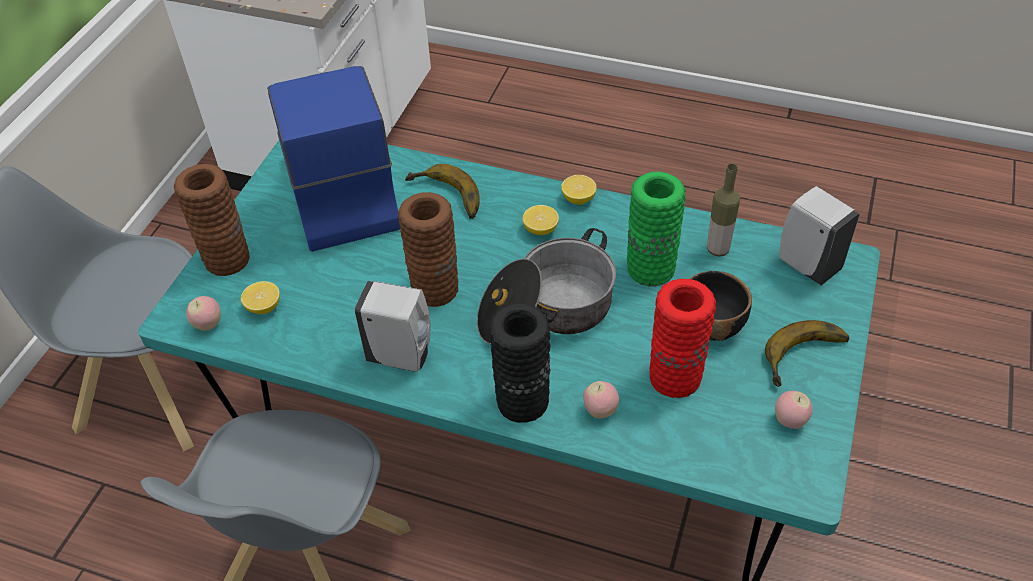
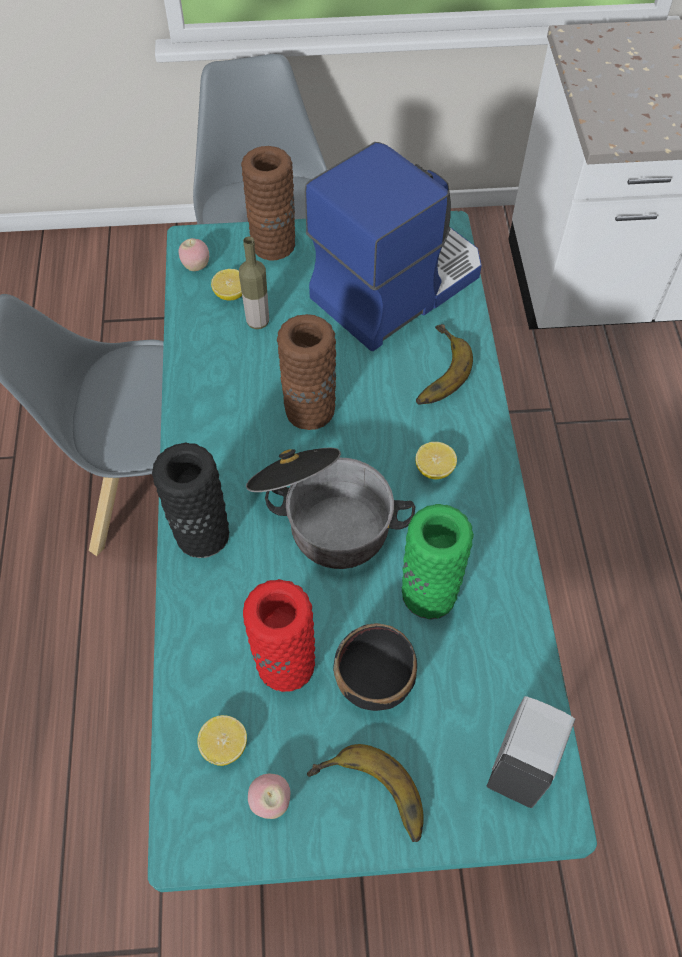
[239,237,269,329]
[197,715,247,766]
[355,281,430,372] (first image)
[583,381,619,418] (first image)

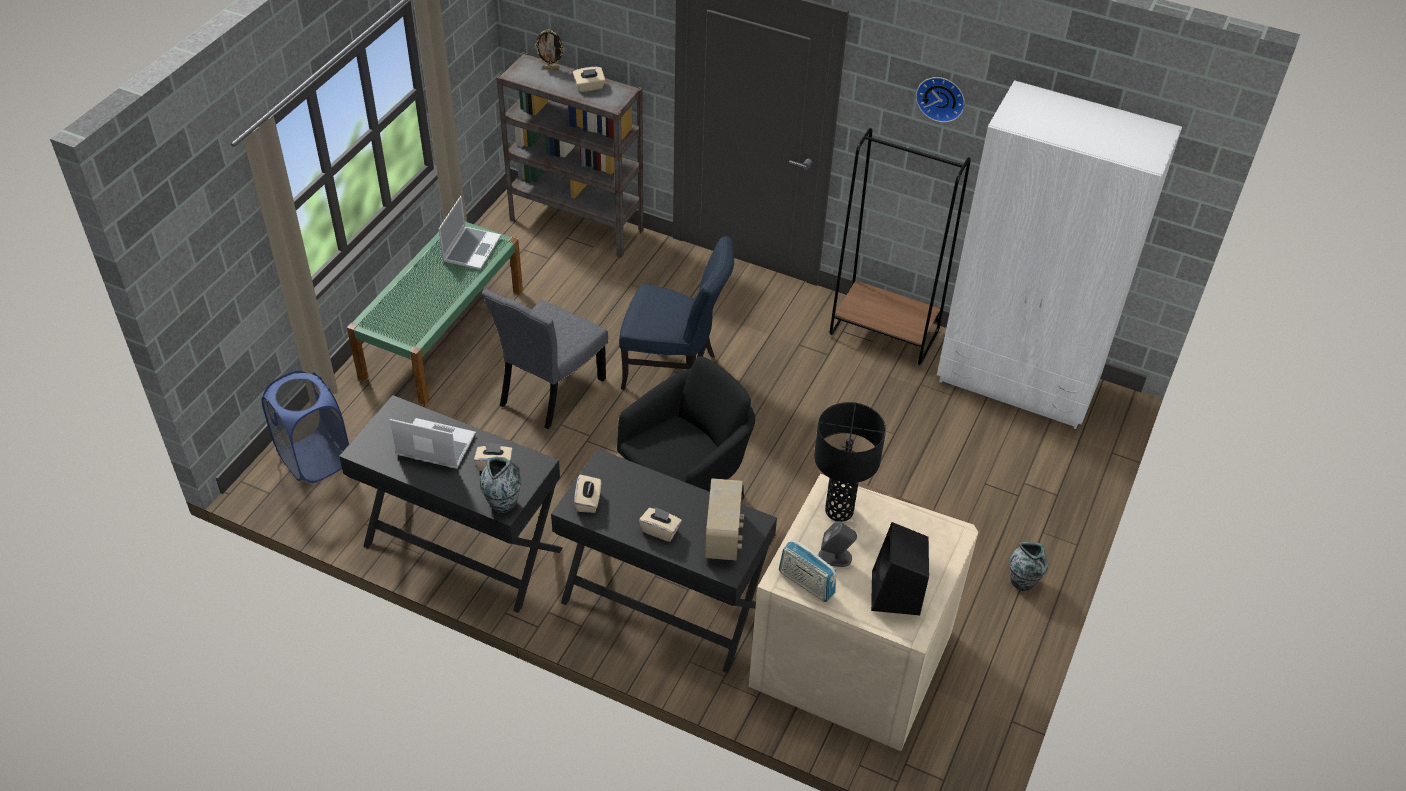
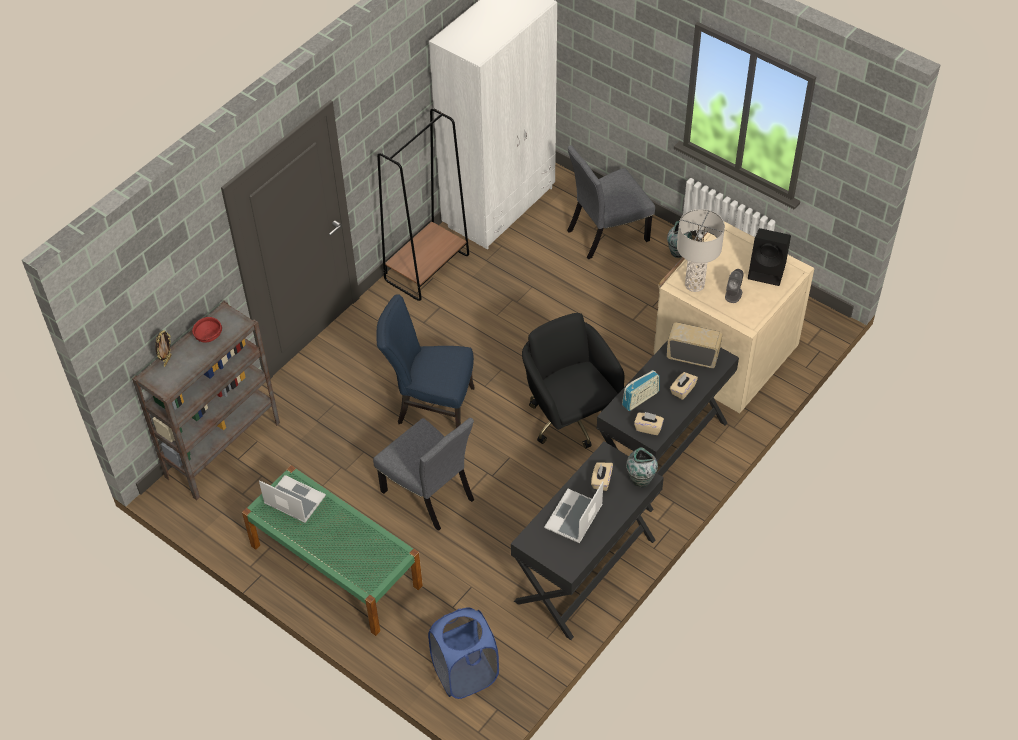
[192,317,222,343]
[916,77,965,123] (first image)
[376,294,475,428]
[677,209,725,292]
[622,370,660,411]
[567,145,655,259]

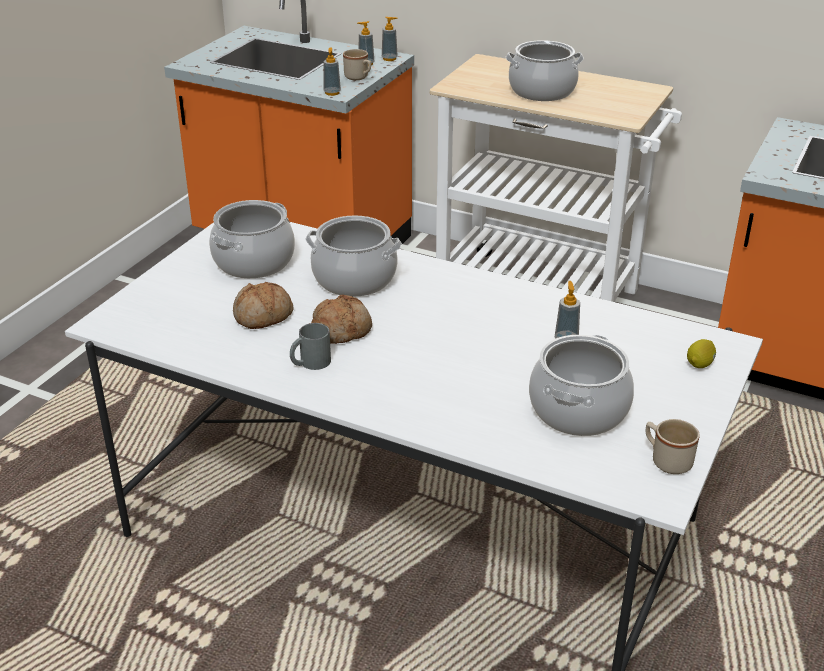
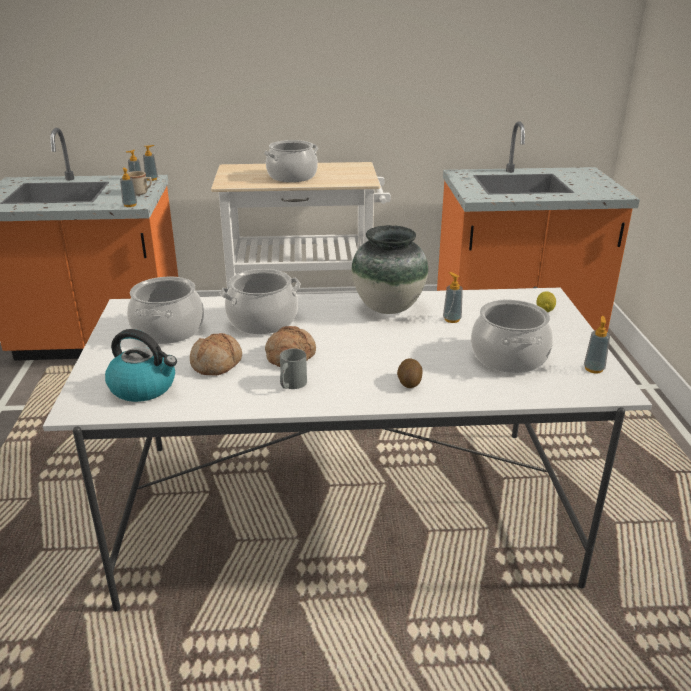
[584,316,610,373]
[352,225,428,314]
[105,329,177,402]
[397,358,423,388]

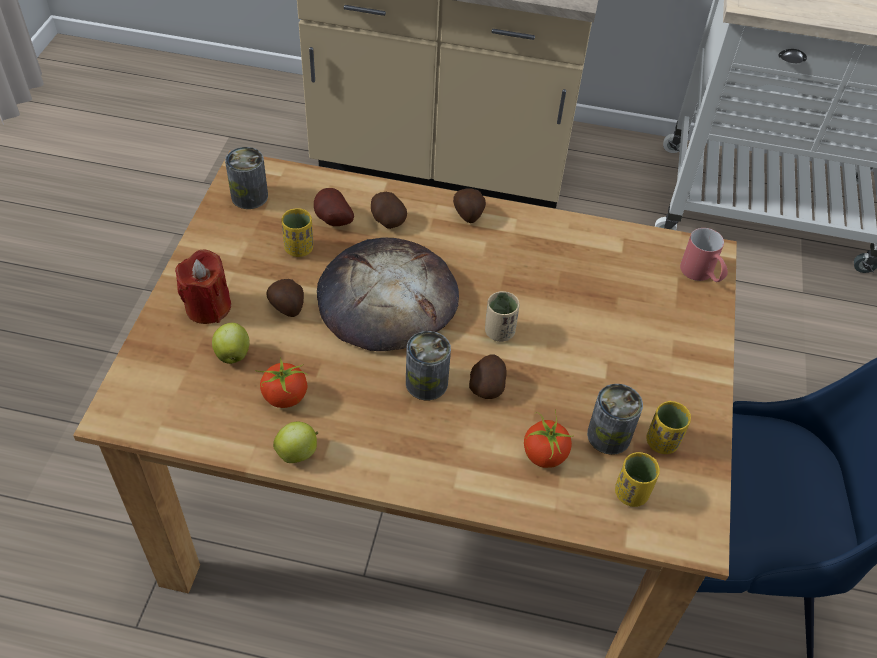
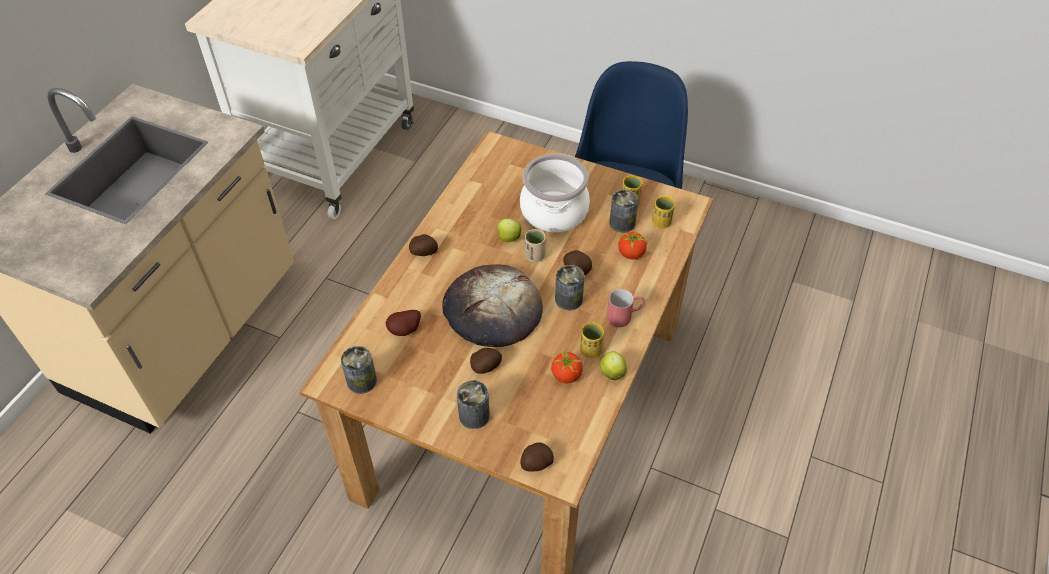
[520,442,554,472]
[580,322,604,358]
[607,289,645,327]
[457,380,490,429]
[495,219,522,242]
[520,154,590,232]

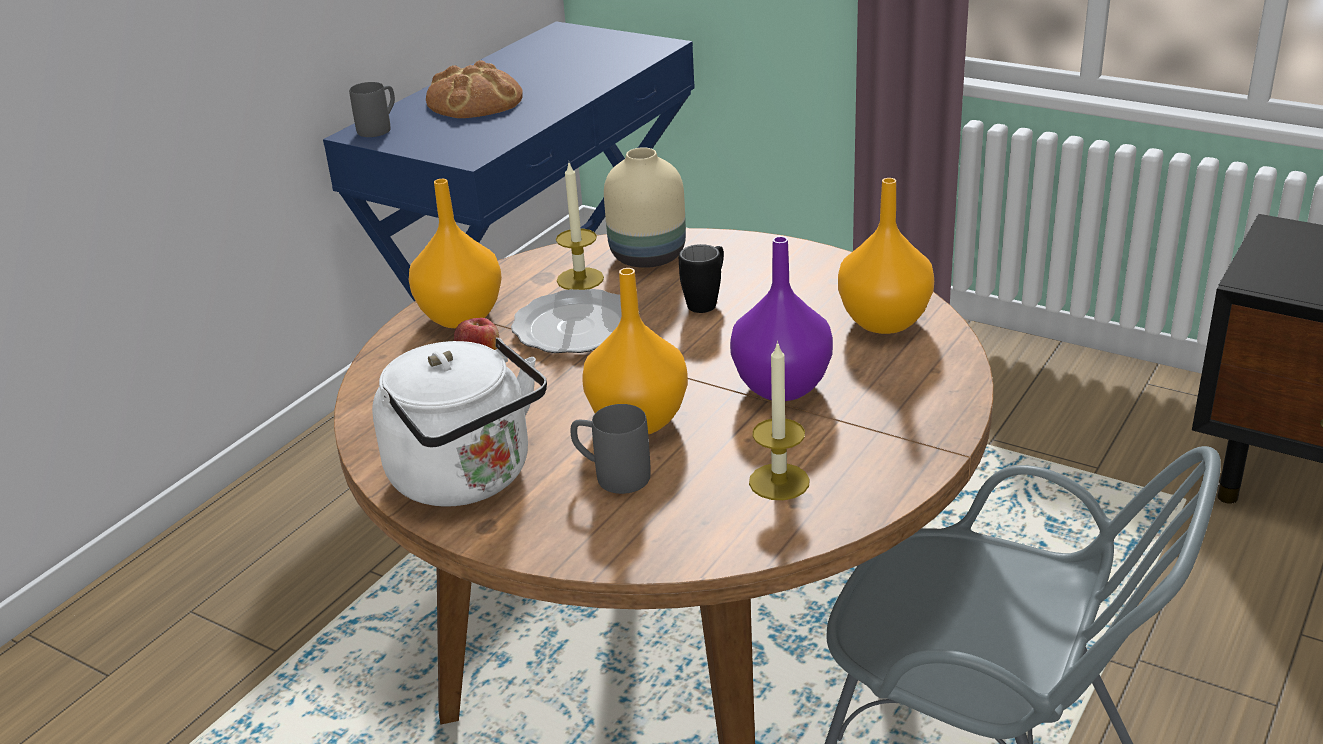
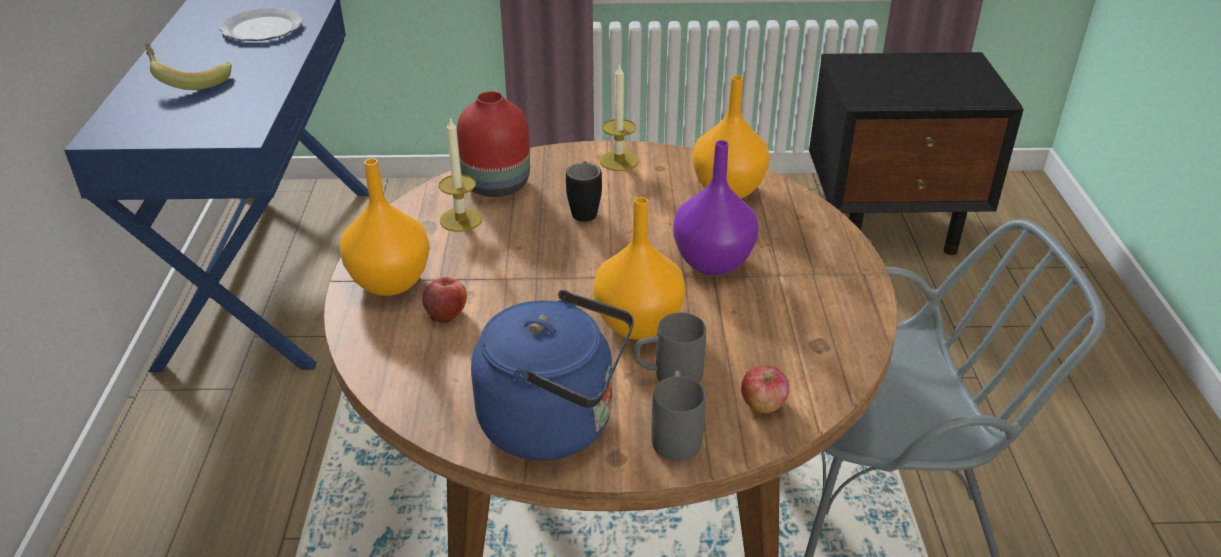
[145,44,232,90]
[651,371,705,461]
[457,91,530,197]
[219,8,303,41]
[471,290,634,460]
[600,63,638,171]
[741,365,789,413]

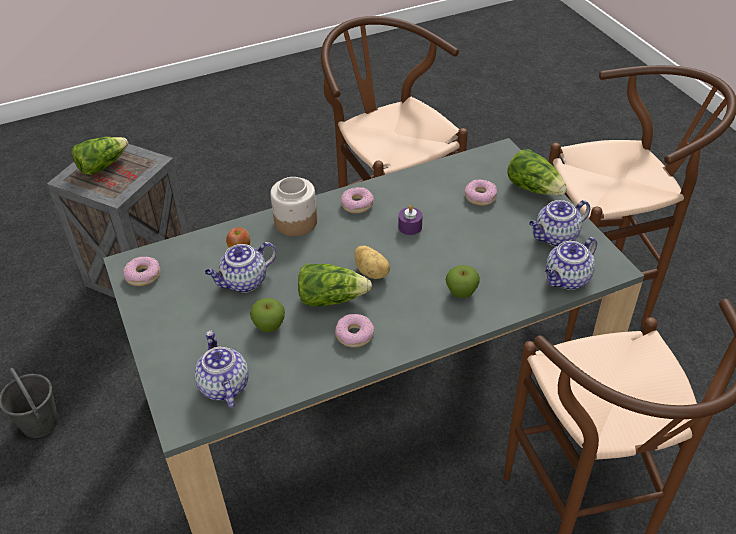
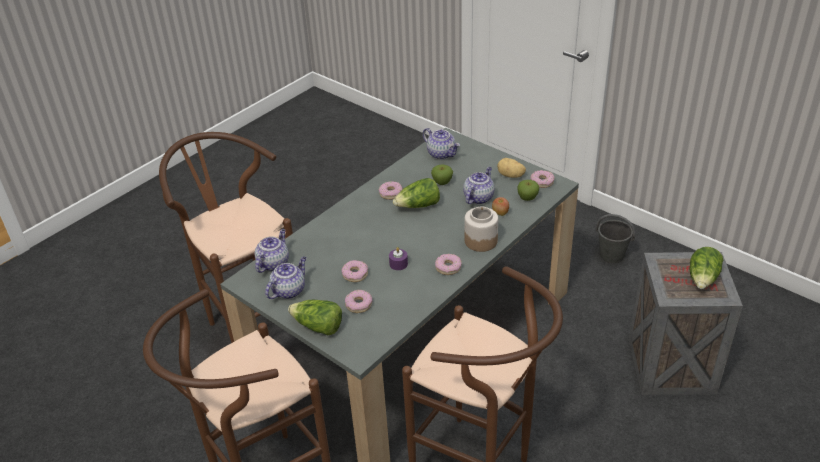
[497,158,526,178]
[517,180,539,201]
[342,260,368,282]

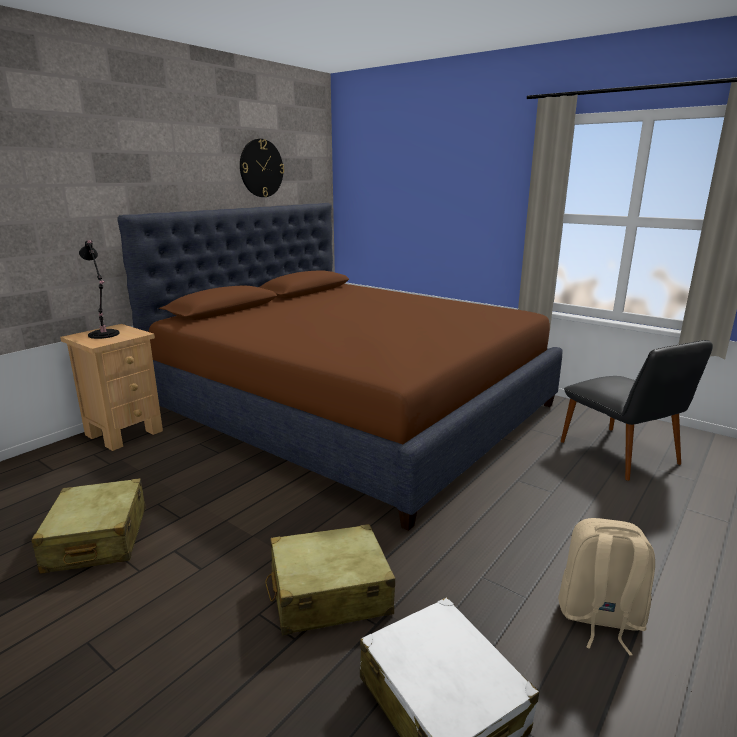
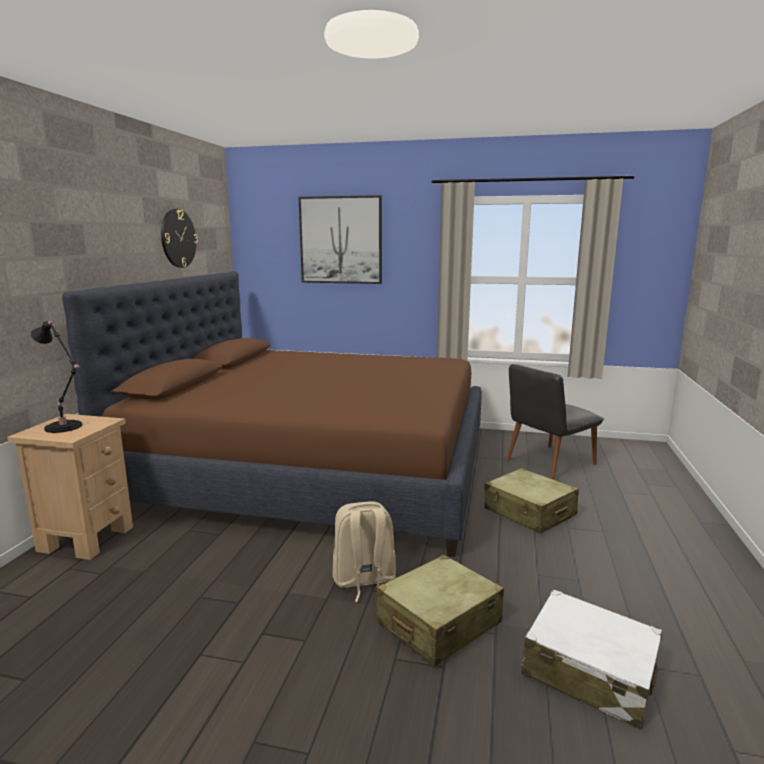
[506,364,604,480]
[484,468,579,534]
[332,501,396,602]
[299,195,382,284]

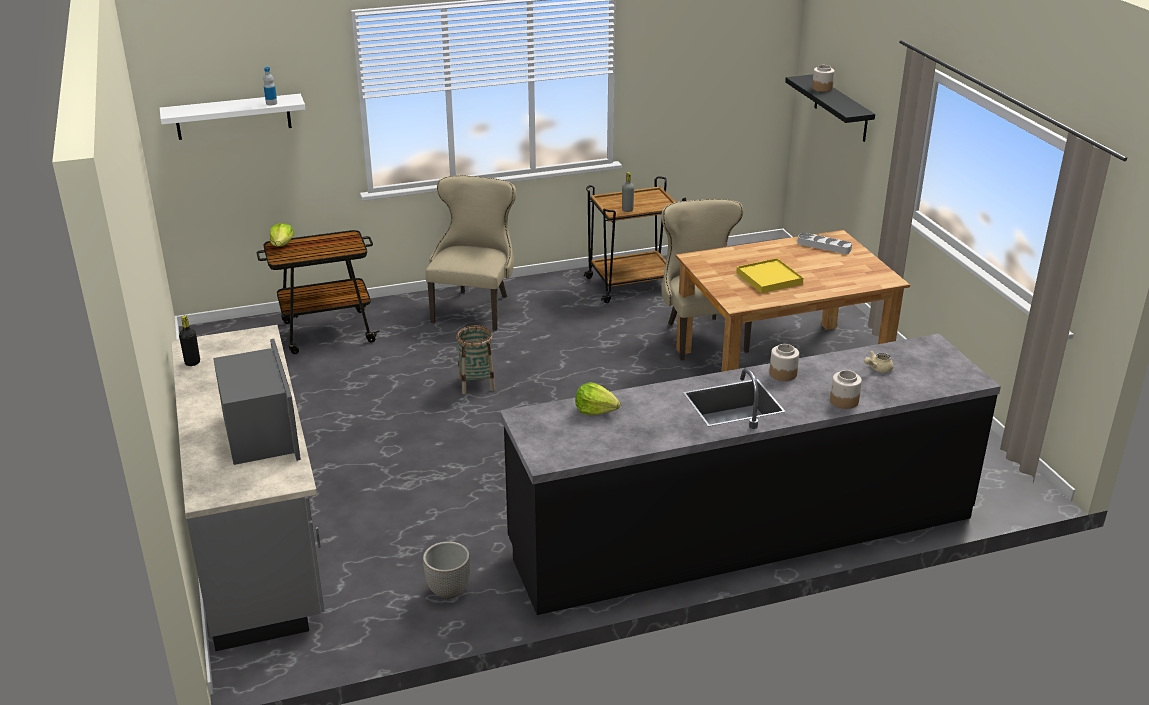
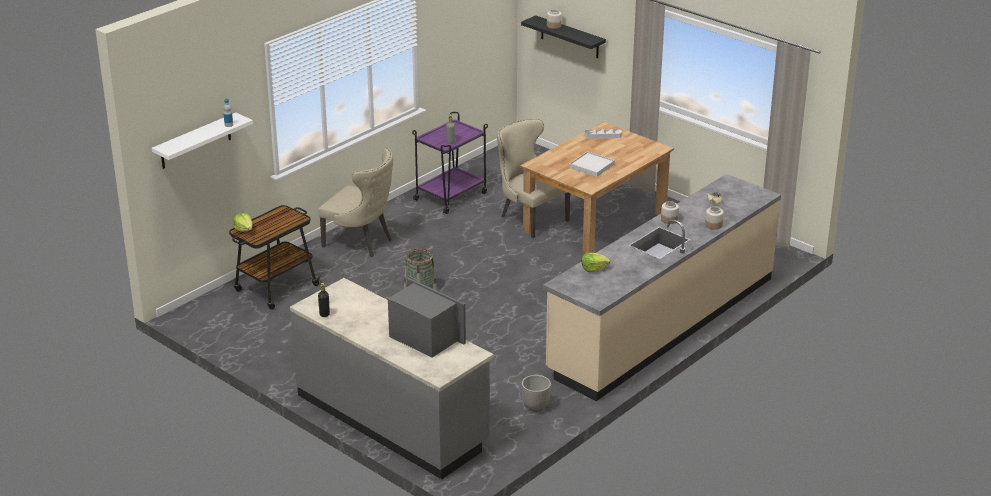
[318,148,393,257]
[412,112,488,214]
[569,151,615,177]
[543,174,781,401]

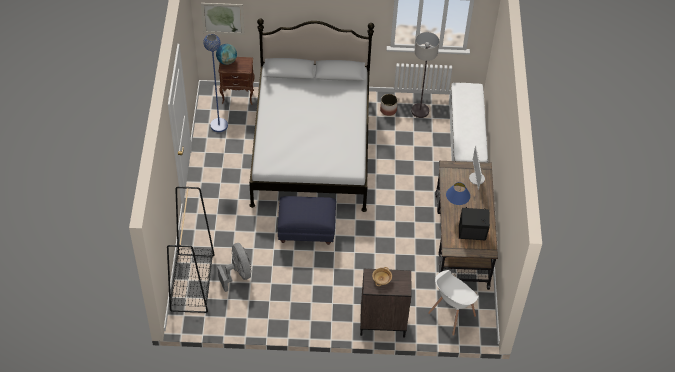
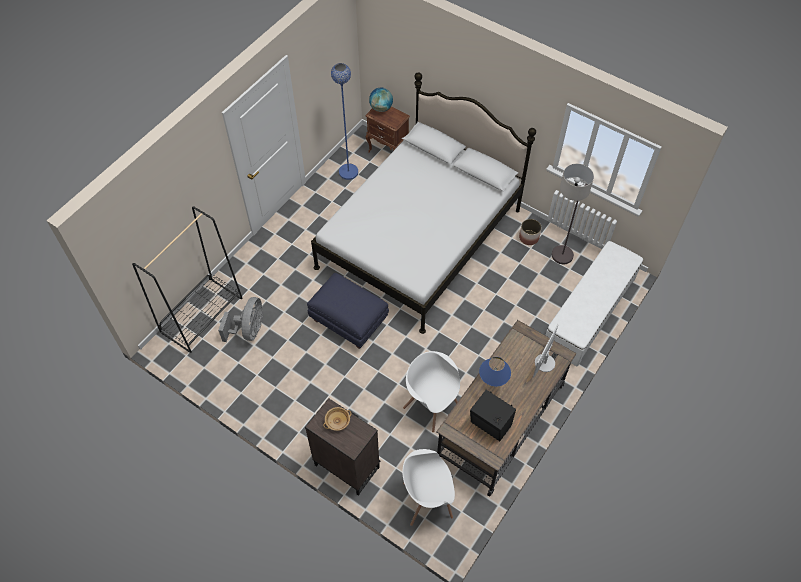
[201,3,245,35] (first image)
[403,351,460,432]

